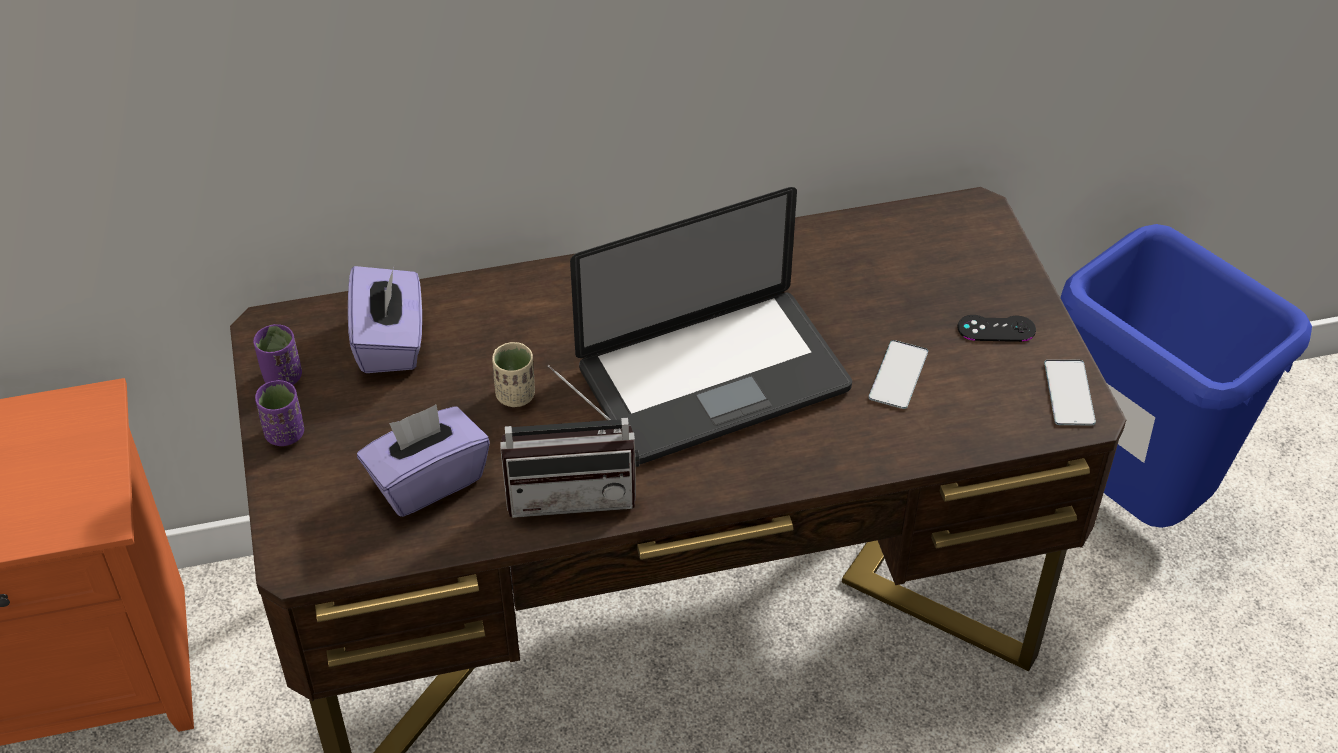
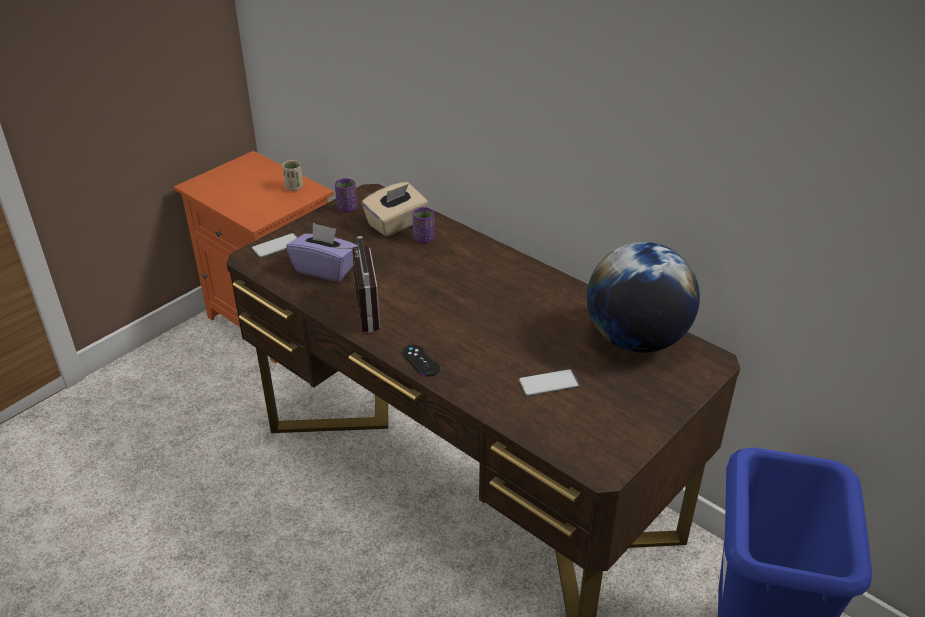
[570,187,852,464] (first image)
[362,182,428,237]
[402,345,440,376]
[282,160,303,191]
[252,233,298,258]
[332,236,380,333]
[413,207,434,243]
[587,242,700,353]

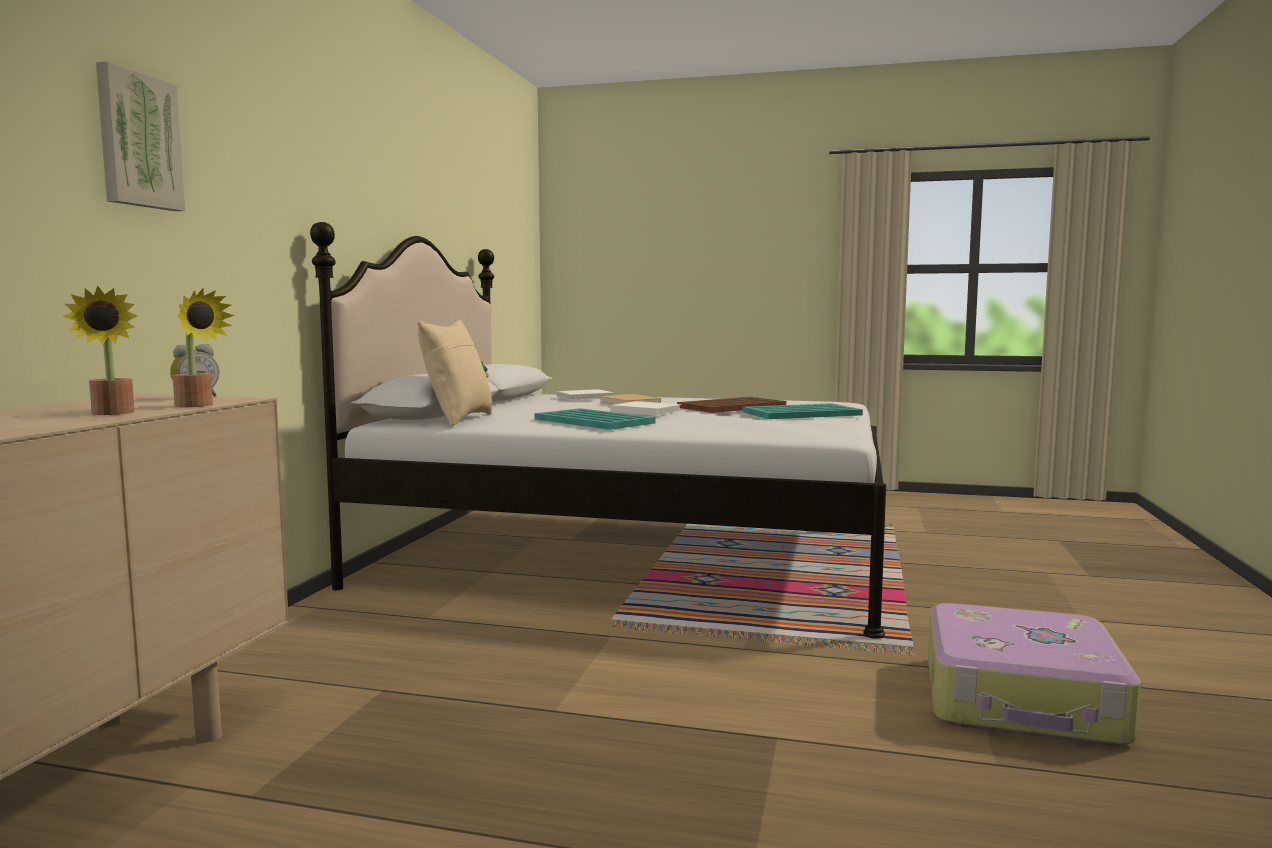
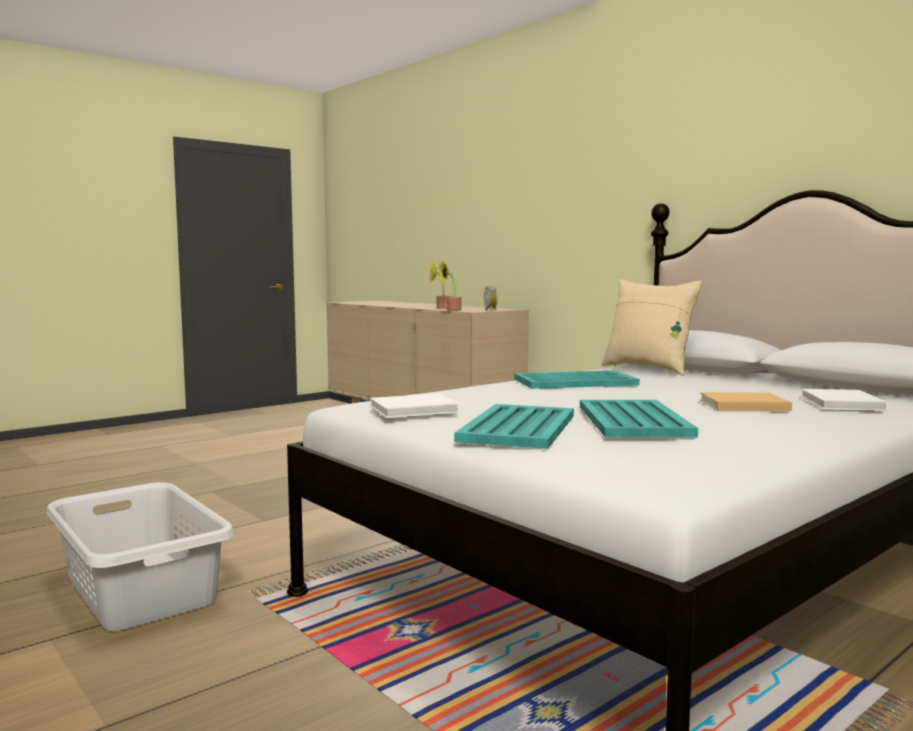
[96,61,185,211] (first image)
[580,400,698,437]
[370,394,460,418]
[46,482,235,631]

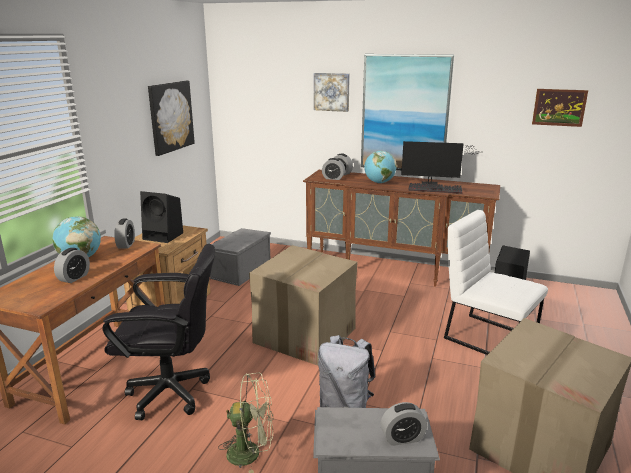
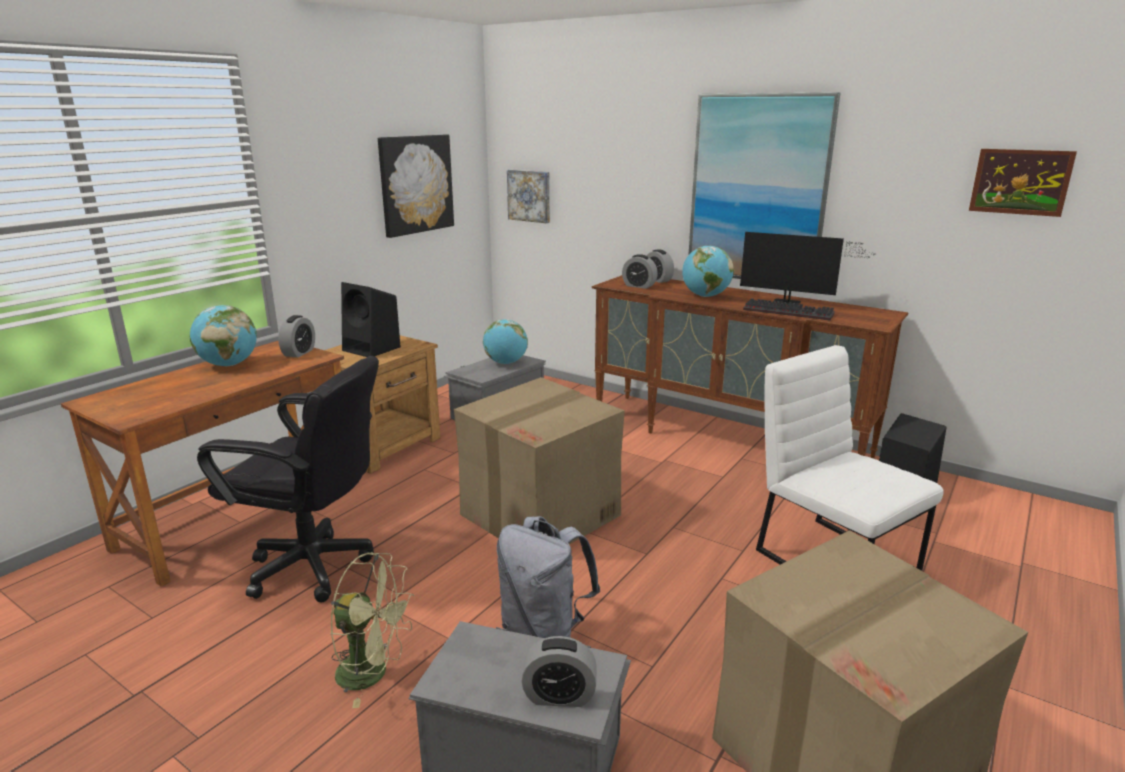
[507,170,550,223]
[54,248,90,283] (first image)
[483,319,528,364]

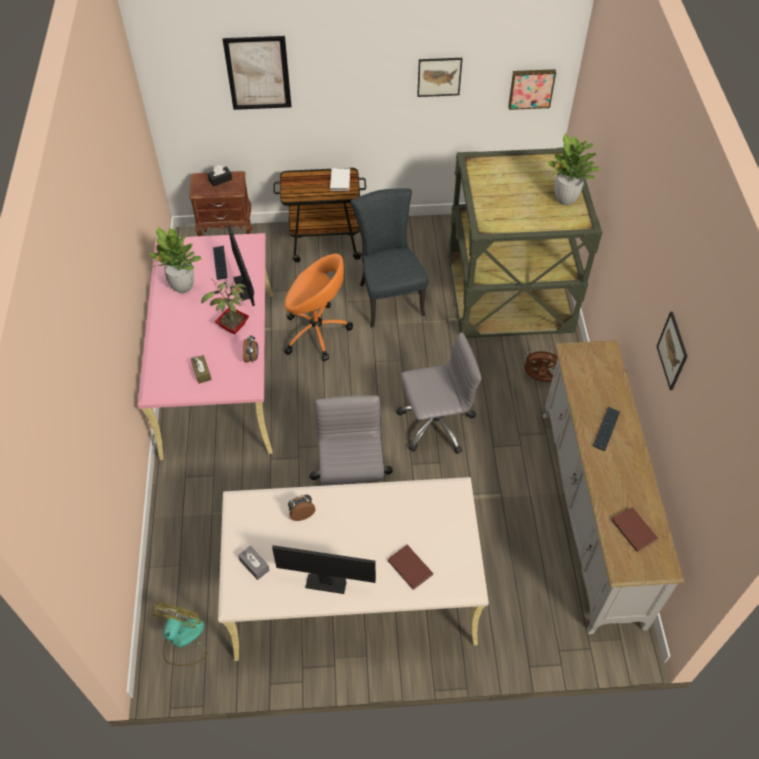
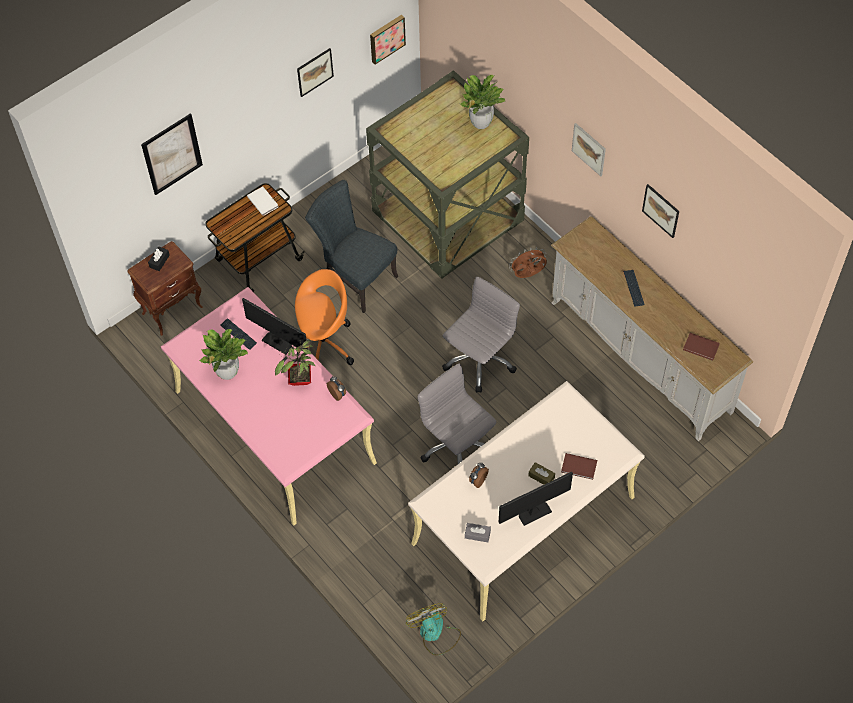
[528,462,555,485]
[572,123,606,176]

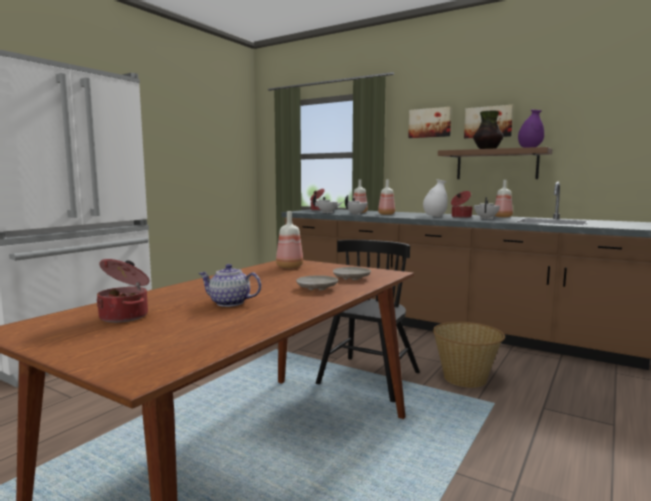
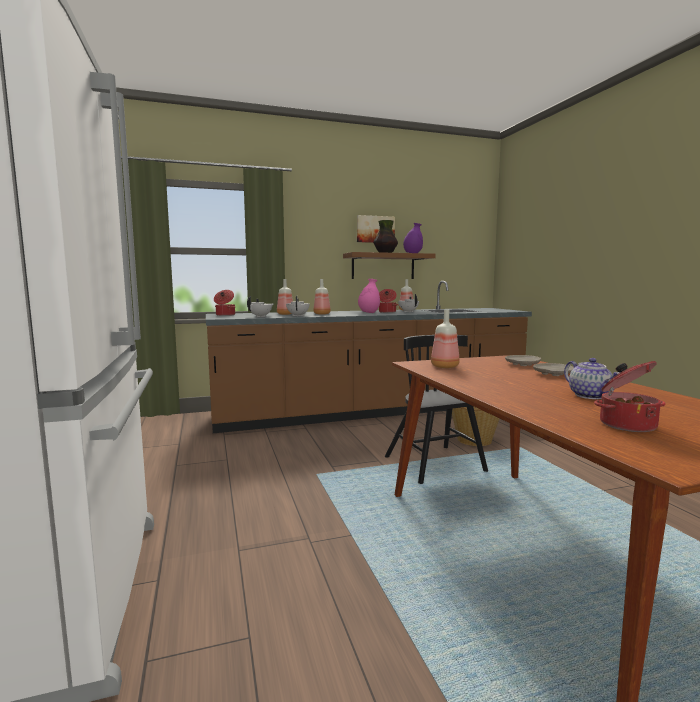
[408,107,451,138] (first image)
[358,279,380,313]
[564,358,620,399]

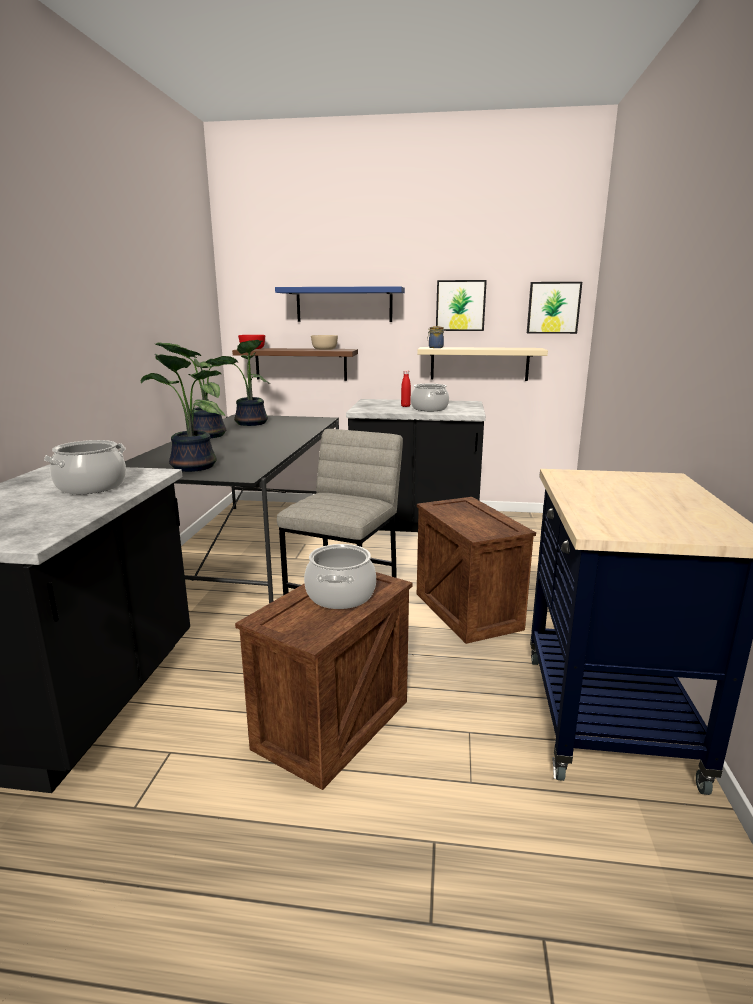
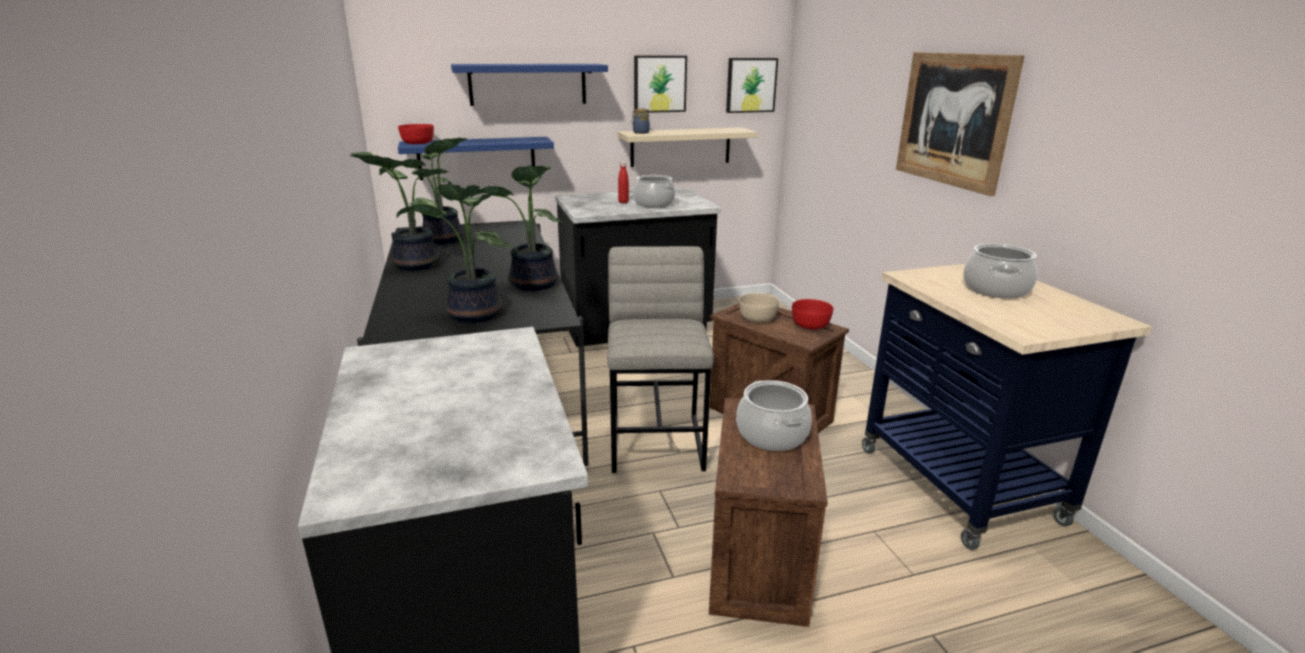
[739,293,779,322]
[398,137,554,180]
[963,244,1038,299]
[896,52,1025,196]
[468,166,563,291]
[792,299,834,329]

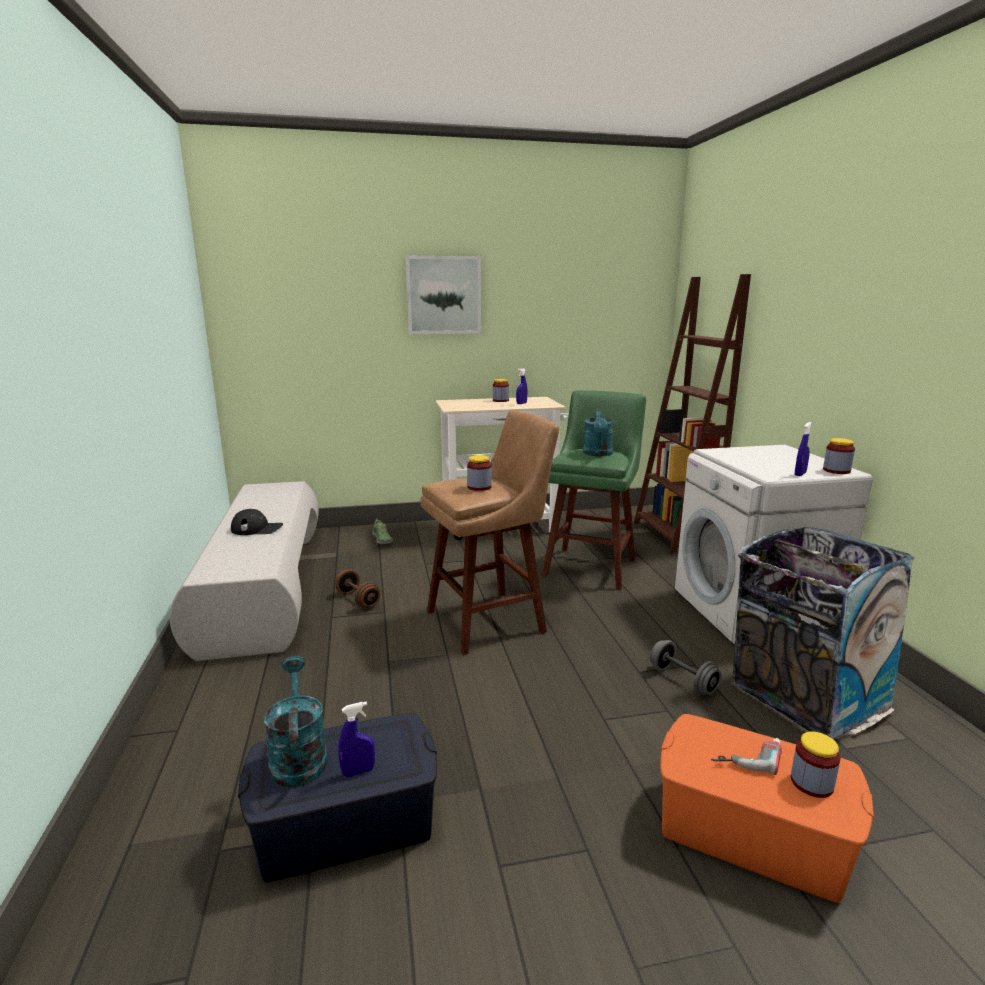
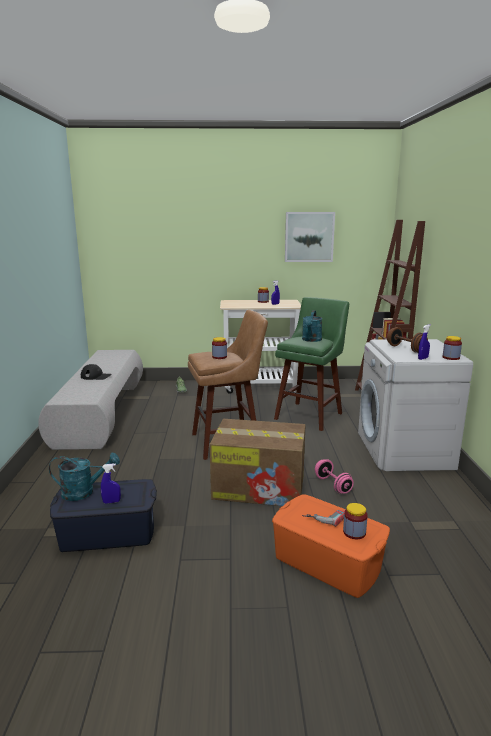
[285,212,335,262]
[733,527,916,740] (first image)
[387,327,428,353]
[315,459,354,494]
[49,452,120,501]
[210,419,306,506]

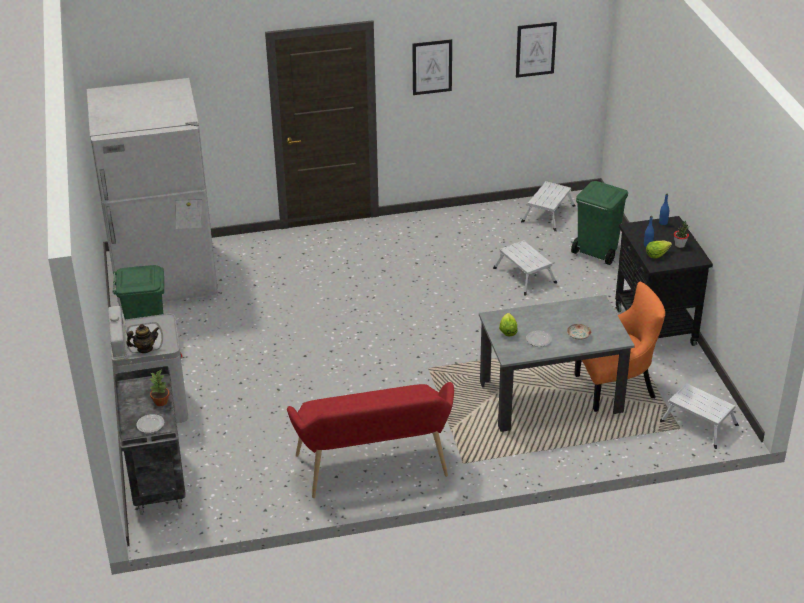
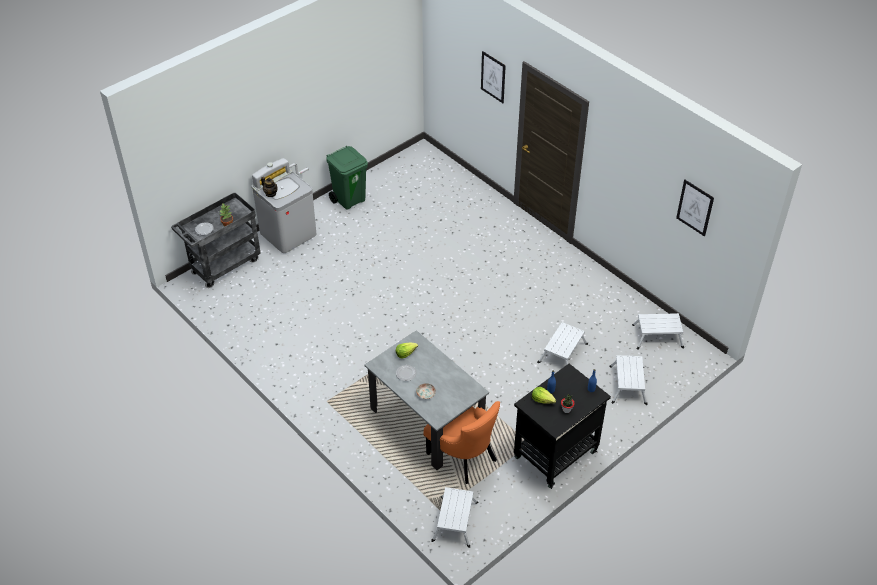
[481,51,506,103]
[87,78,218,308] (first image)
[609,355,648,405]
[287,382,454,498] (first image)

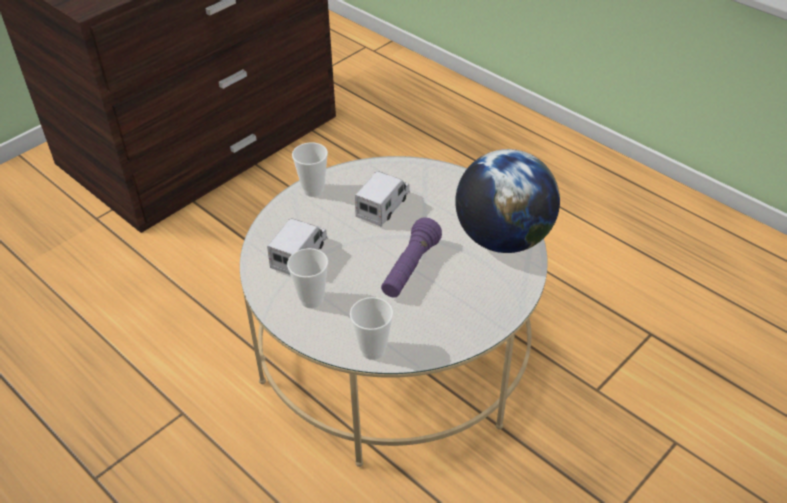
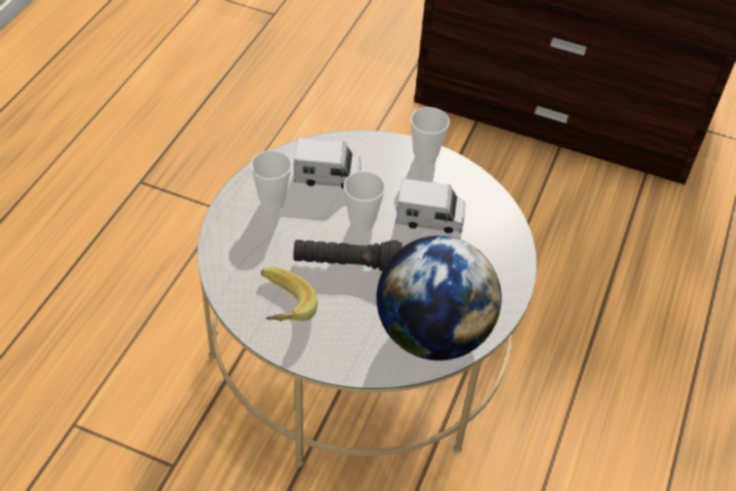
[293,240,402,271]
[343,171,385,232]
[261,267,318,322]

